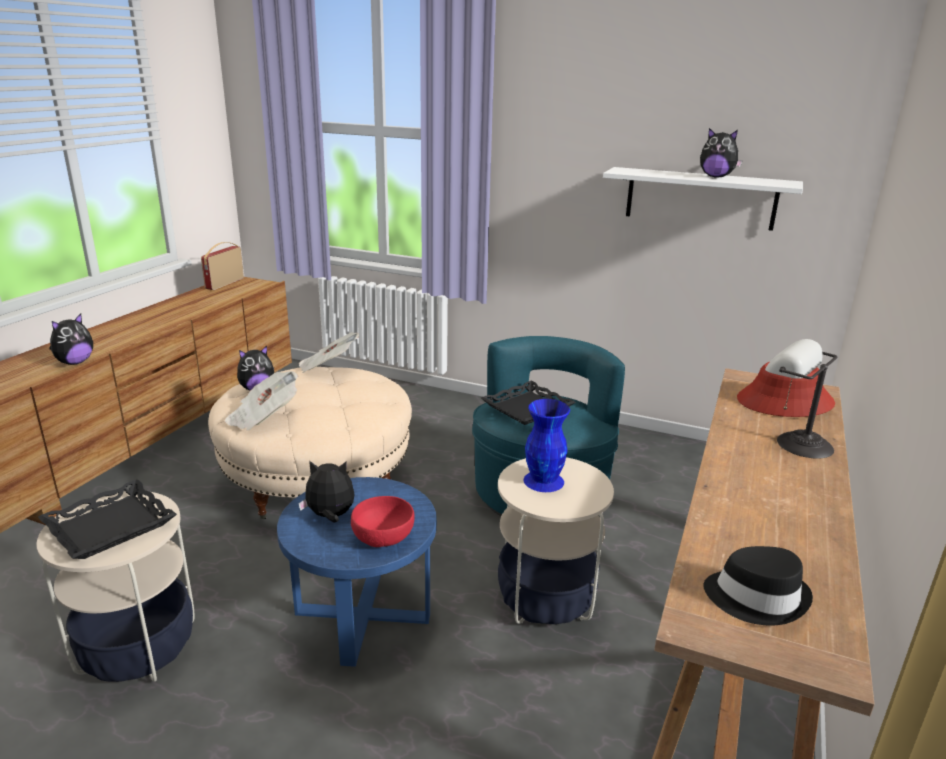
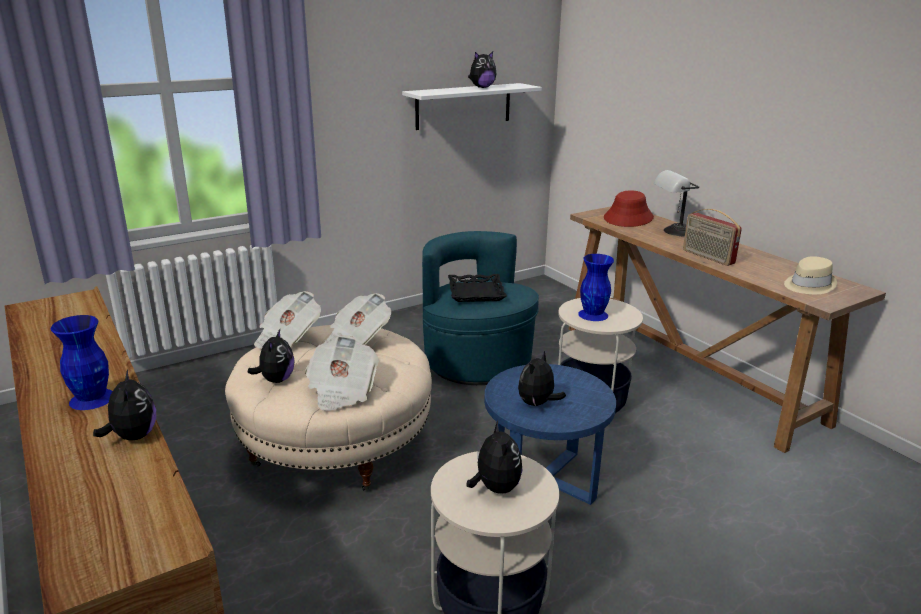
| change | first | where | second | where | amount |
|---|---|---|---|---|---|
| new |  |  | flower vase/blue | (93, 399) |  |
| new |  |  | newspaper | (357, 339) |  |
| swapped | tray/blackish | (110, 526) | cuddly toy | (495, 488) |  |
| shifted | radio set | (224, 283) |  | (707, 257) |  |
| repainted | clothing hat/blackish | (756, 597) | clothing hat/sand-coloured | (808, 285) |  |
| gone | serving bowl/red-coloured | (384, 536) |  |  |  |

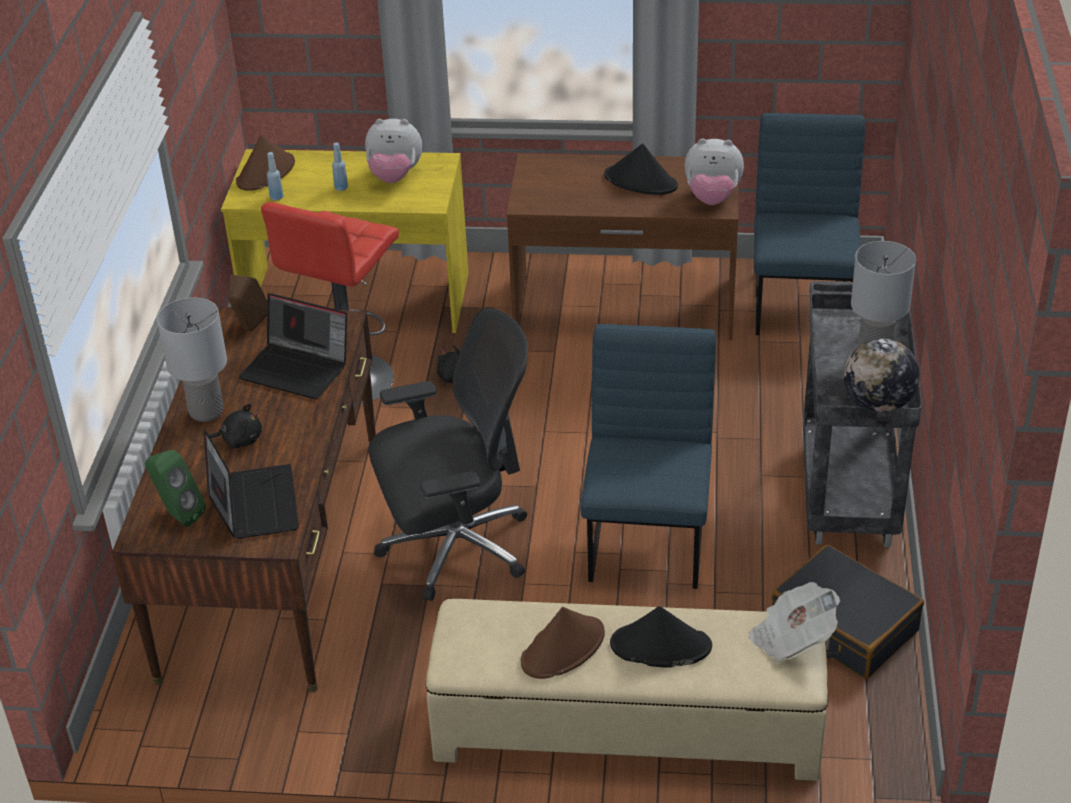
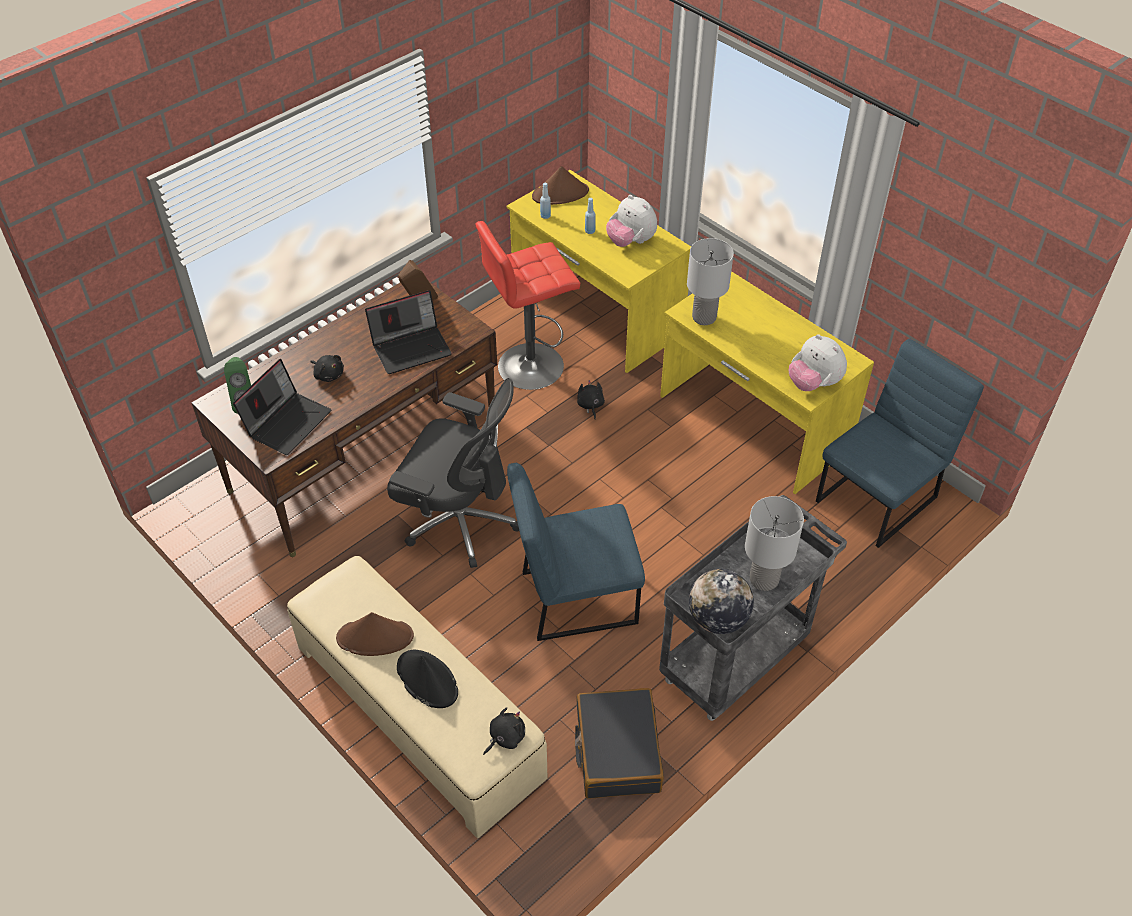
| change | first | where | second | where | amount |
|---|---|---|---|---|---|
| rotated | portable computer | (298, 369) |  | (411, 347) | 90 degrees counterclockwise |
| swapped | newspaper | (792, 638) | cuddly toy/blackish | (505, 737) |  |
| rotated | plain chair/blue | (649, 537) |  | (575, 597) | 150 degrees counterclockwise |
| repainted | desk table/brown-coloured | (624, 307) | desk table/yellow | (753, 422) |  |
| shifted | table lamp/grey | (207, 414) |  | (704, 319) |  |
| gone | clothing hat/blackish | (641, 181) |  |  |  |

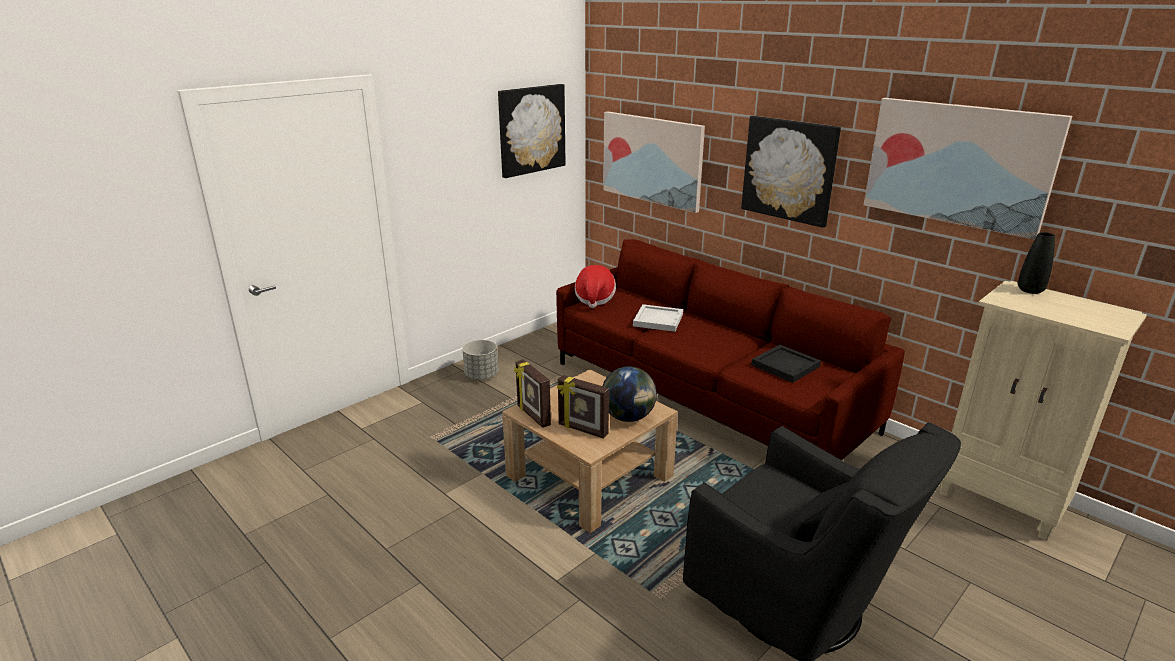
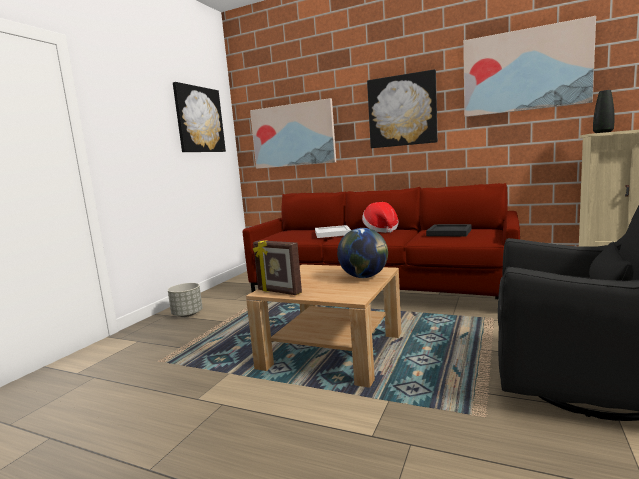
| change | first | where | second | where | amount |
|---|---|---|---|---|---|
| shifted | clothing hat | (594, 299) |  | (381, 230) |  |
| gone | picture frame | (582, 430) |  |  |  |

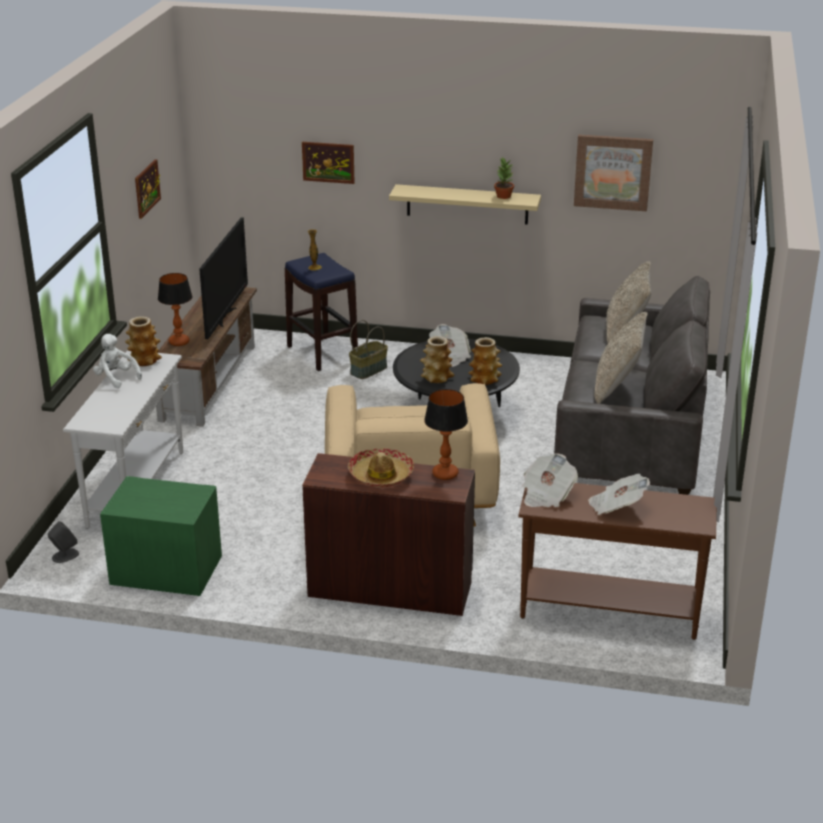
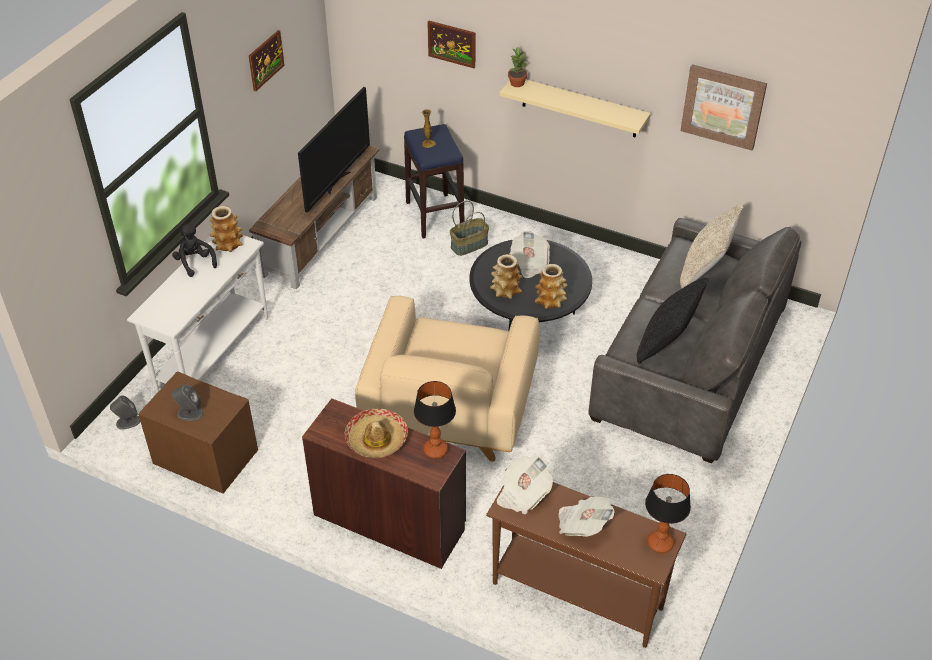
| change | first | where | second | where | amount |
|---|---|---|---|---|---|
| repainted | nightstand/green-coloured | (165, 569) | nightstand/brown-coloured | (205, 456) |  |
| repainted | cuddly toy/white-coloured | (116, 378) | cuddly toy/blackish | (195, 262) |  |
| new |  |  | loudspeaker/grey | (189, 413) |  |
| shifted | potted plant | (503, 196) |  | (517, 83) |  |
| repainted | throw pillow/sand-coloured | (617, 387) | throw pillow/blackish | (666, 344) |  |
| shifted | table lamp | (179, 342) |  | (660, 544) |  |

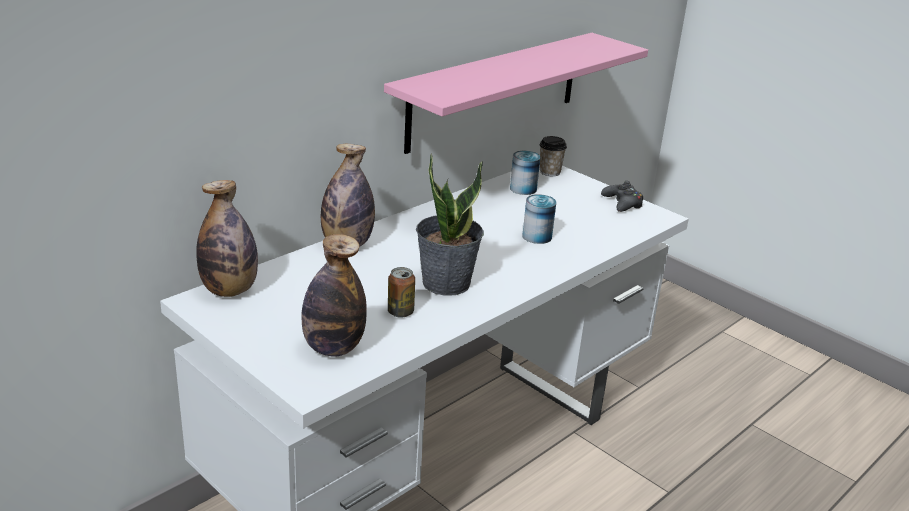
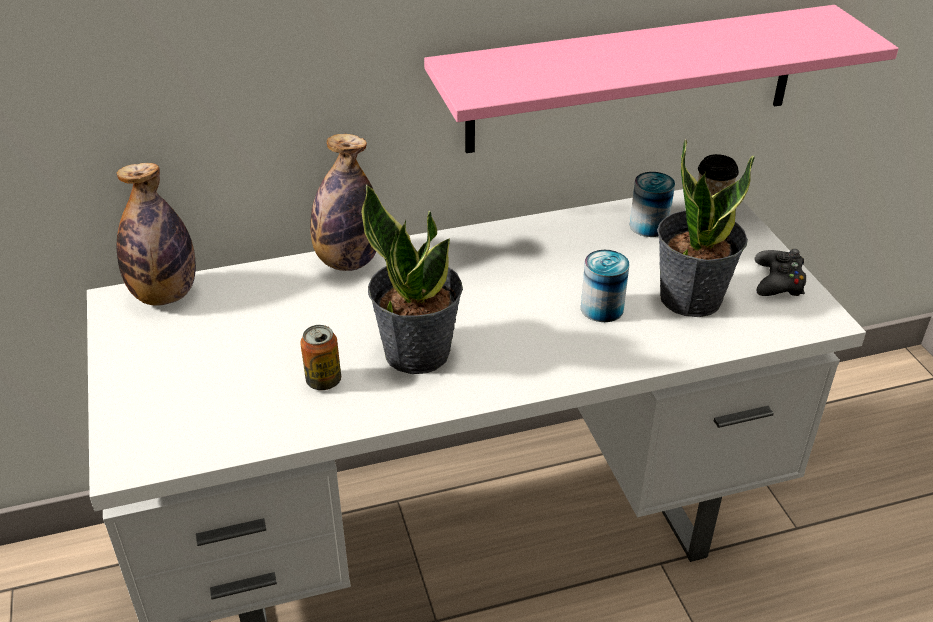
| change | first | where | second | where | amount |
|---|---|---|---|---|---|
| new |  |  | potted plant | (690, 297) |  |
| gone | drink bottle | (333, 348) |  |  |  |

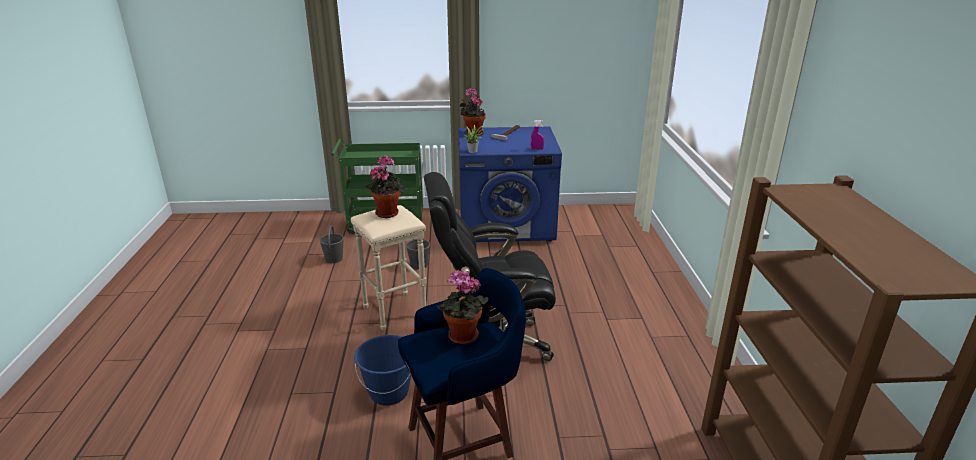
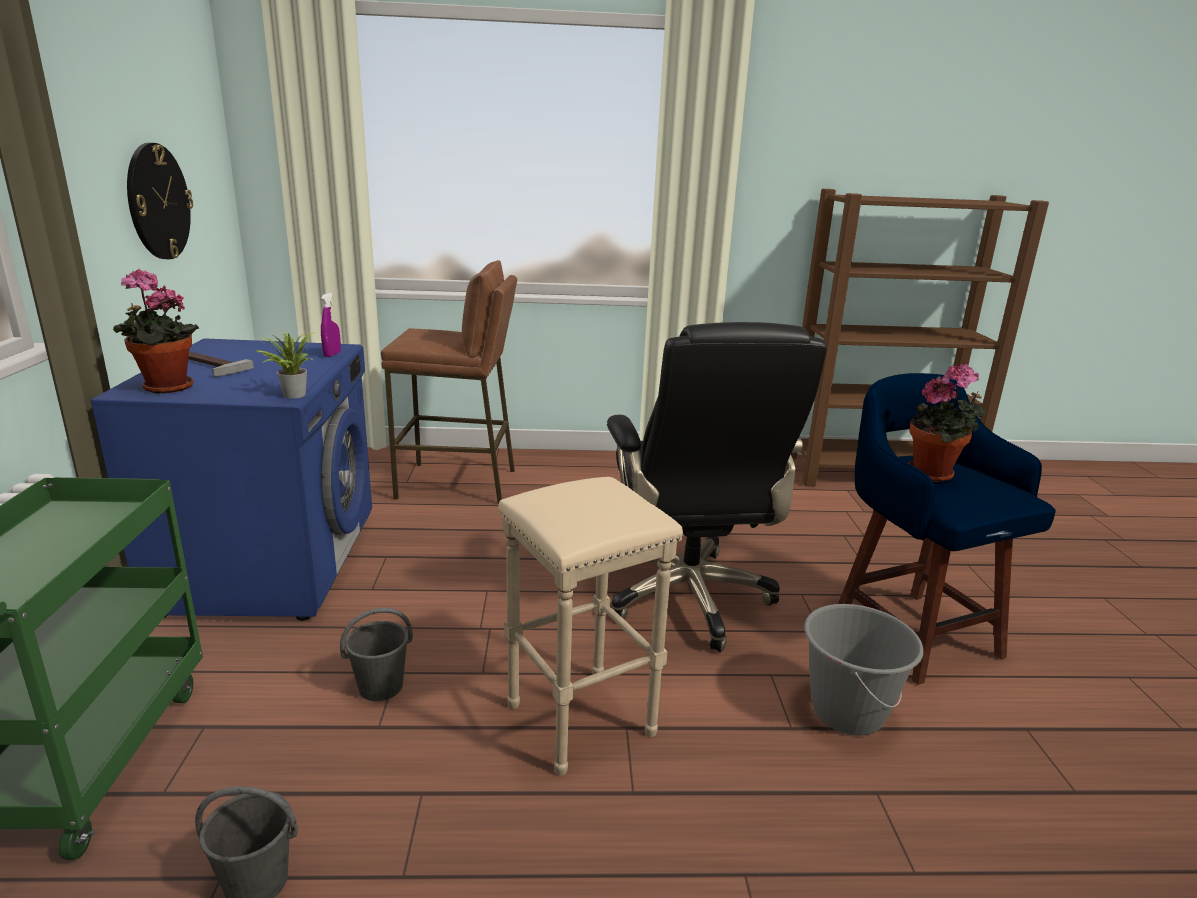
| change | first | where | second | where | amount |
|---|---|---|---|---|---|
| new |  |  | hanging clock | (158, 202) |  |
| new |  |  | stool seat/brown-coloured | (457, 484) |  |
| repainted | water bucket/blue | (389, 393) | water bucket/grey | (846, 712) |  |
| gone | potted plant | (388, 212) |  |  |  |

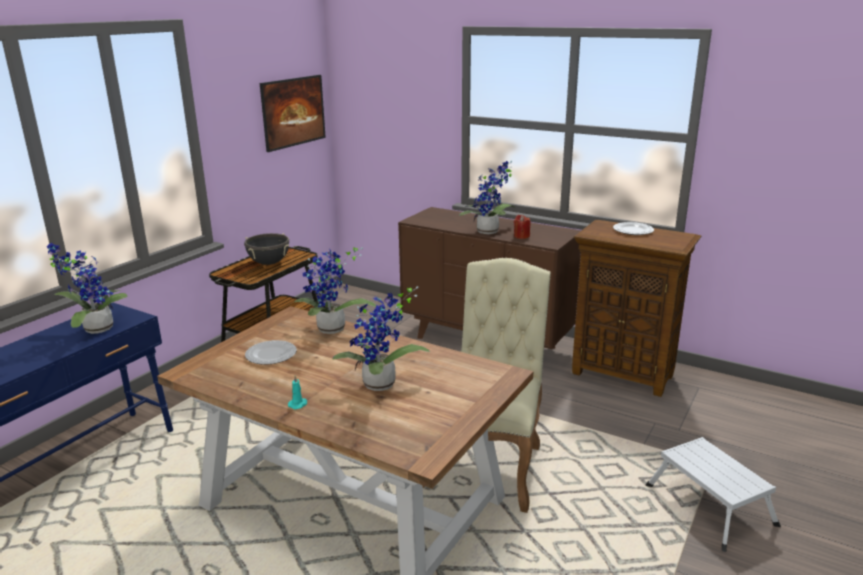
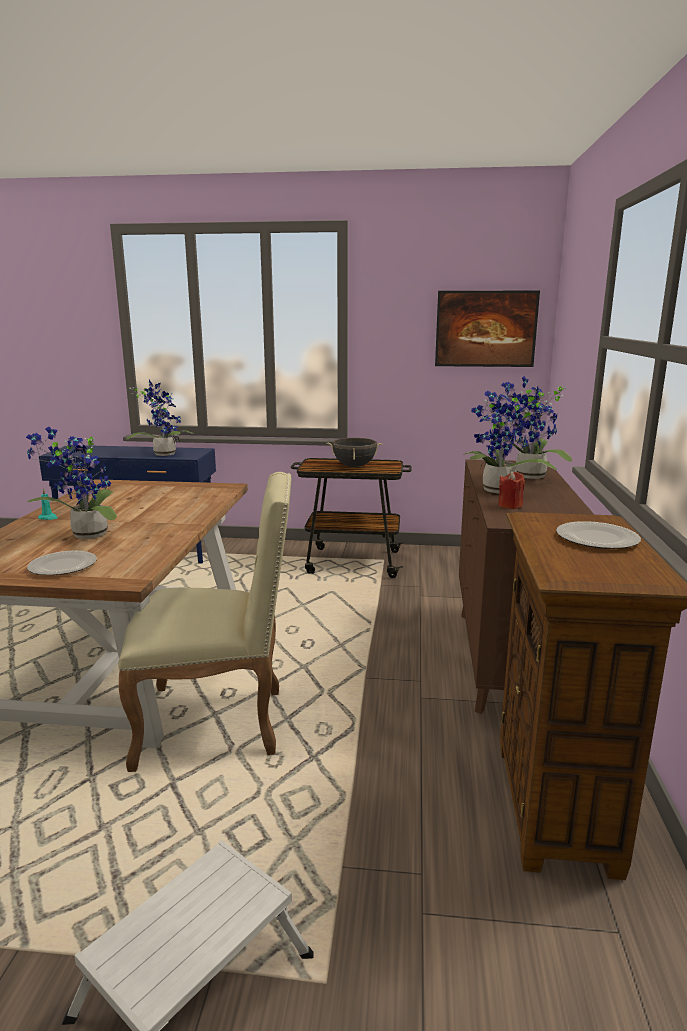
| change | first | where | second | where | amount |
|---|---|---|---|---|---|
| shifted | dinner plate | (270, 355) |  | (62, 566) |  |
| shifted | potted plant | (331, 331) |  | (527, 477) |  |

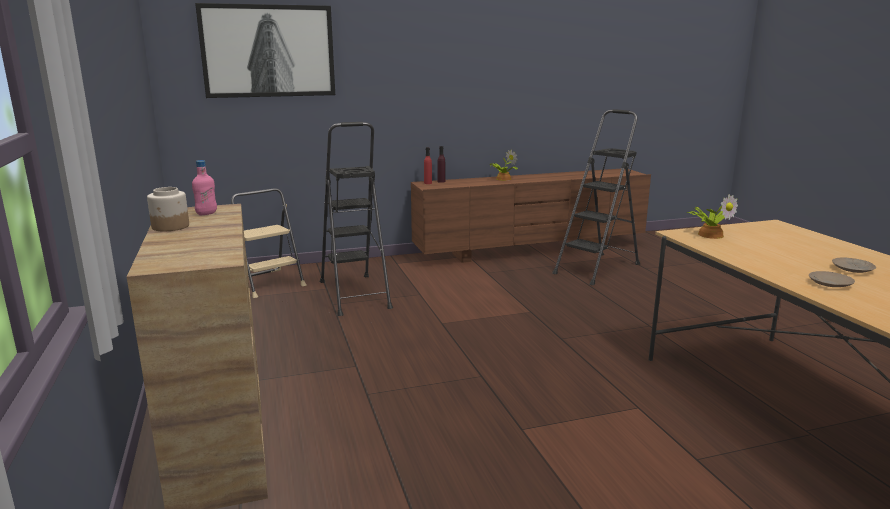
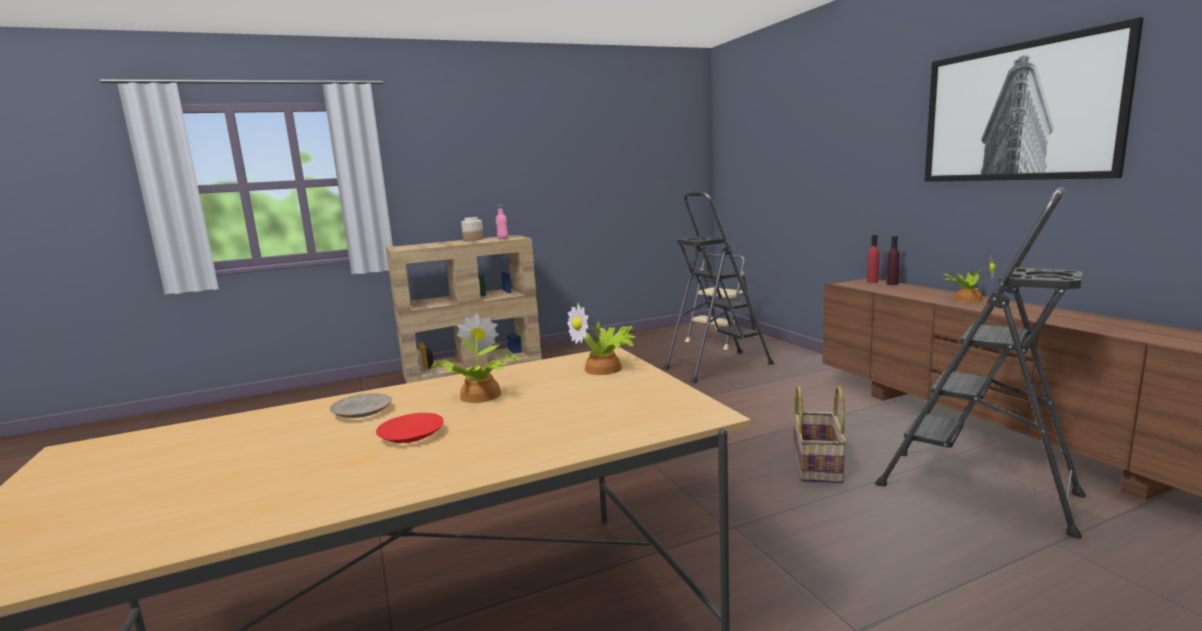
| change | first | where | second | where | amount |
|---|---|---|---|---|---|
| repainted | dinner plate/sand-coloured | (852, 269) | dinner plate/red-coloured | (411, 435) |  |
| new |  |  | potted plant | (478, 396) |  |
| new |  |  | basket | (818, 465) |  |
| shifted | wall picture | (268, 51) |  | (1019, 112) |  |

